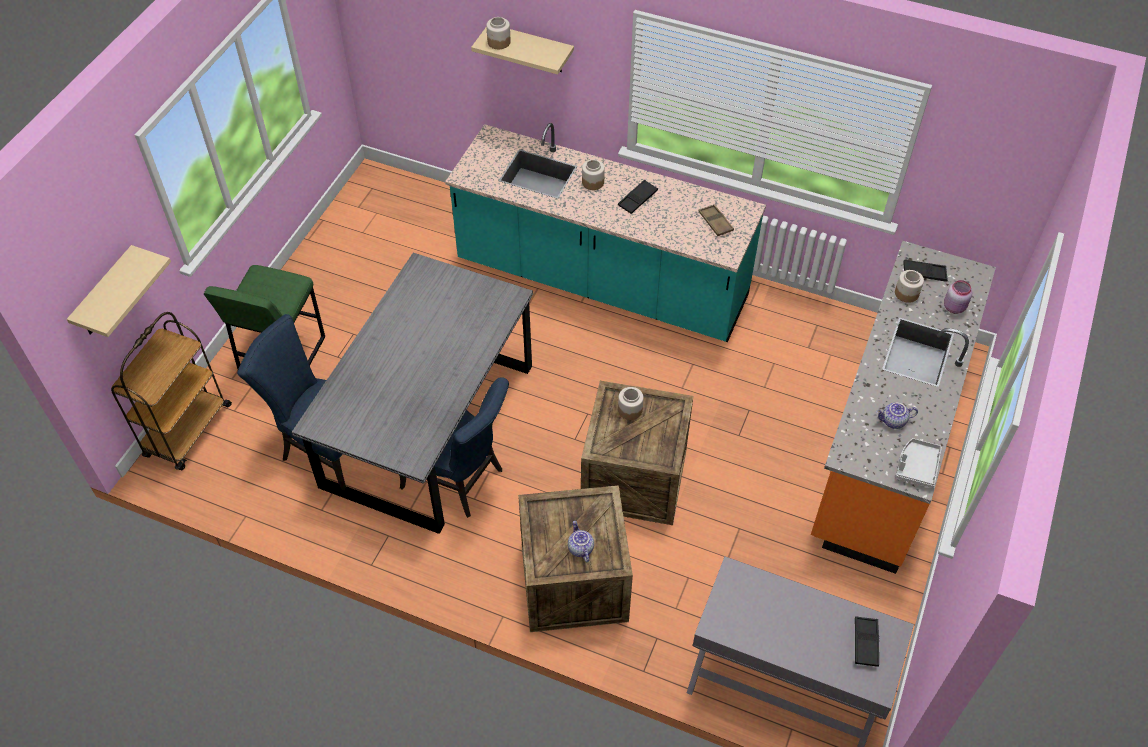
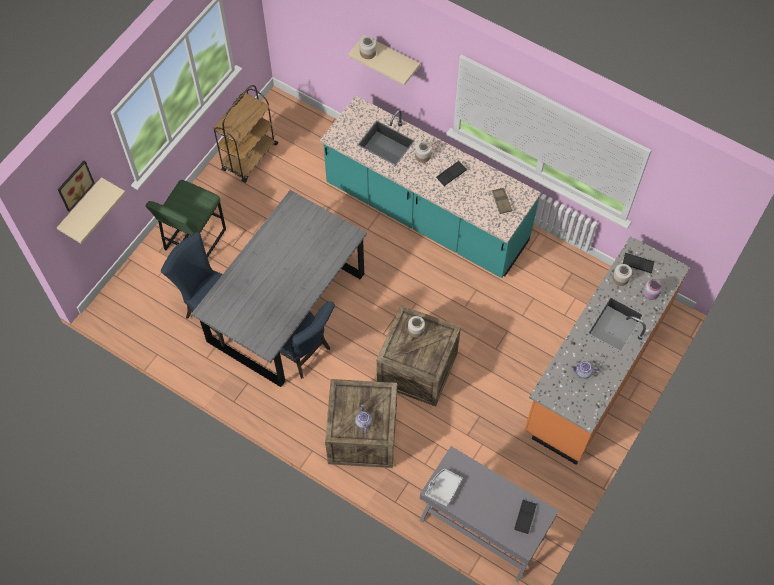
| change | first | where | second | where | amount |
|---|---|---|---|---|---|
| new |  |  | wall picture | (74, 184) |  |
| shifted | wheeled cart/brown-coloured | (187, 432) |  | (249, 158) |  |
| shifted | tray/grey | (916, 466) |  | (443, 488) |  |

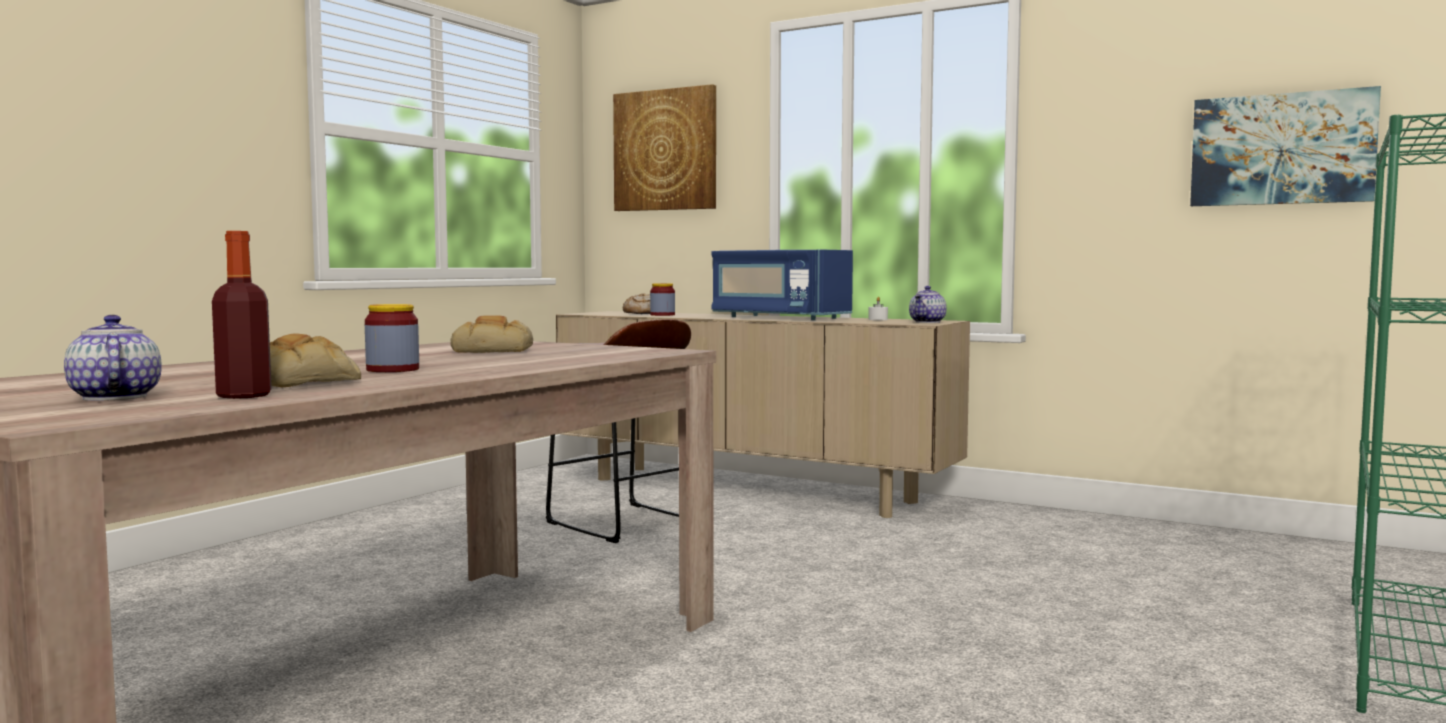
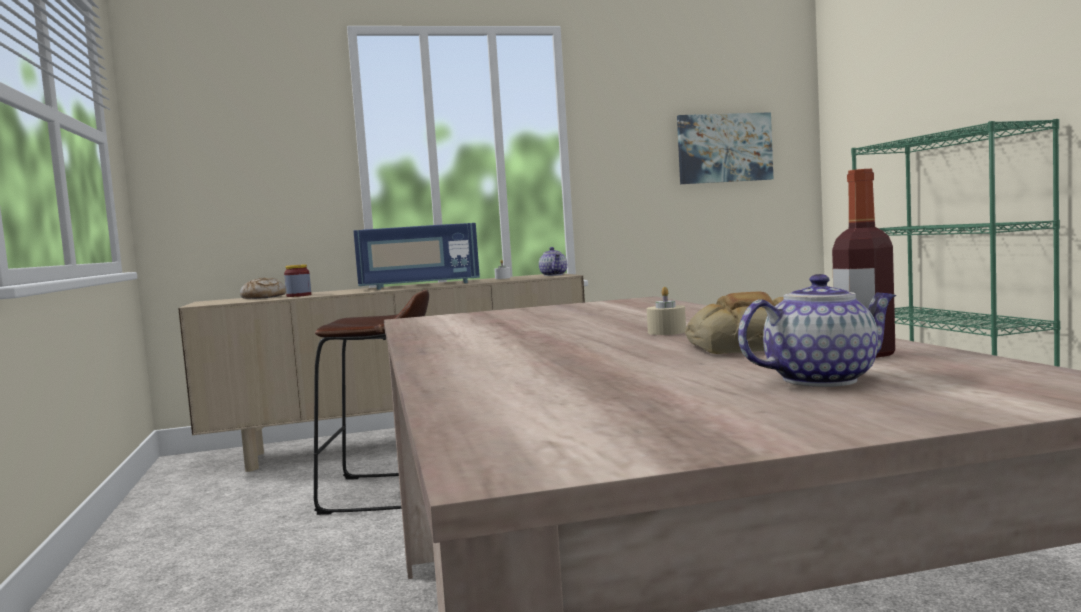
| change | first | where | second | where | amount |
|---|---|---|---|---|---|
| swapped | storage jar | (392, 369) | wax light/sand-coloured | (667, 332) |  |
| rotated | teapot | (112, 397) |  | (820, 379) | 150 degrees clockwise |
| gone | baked bread | (494, 350) |  |  |  |
| gone | wall picture | (665, 150) |  |  |  |

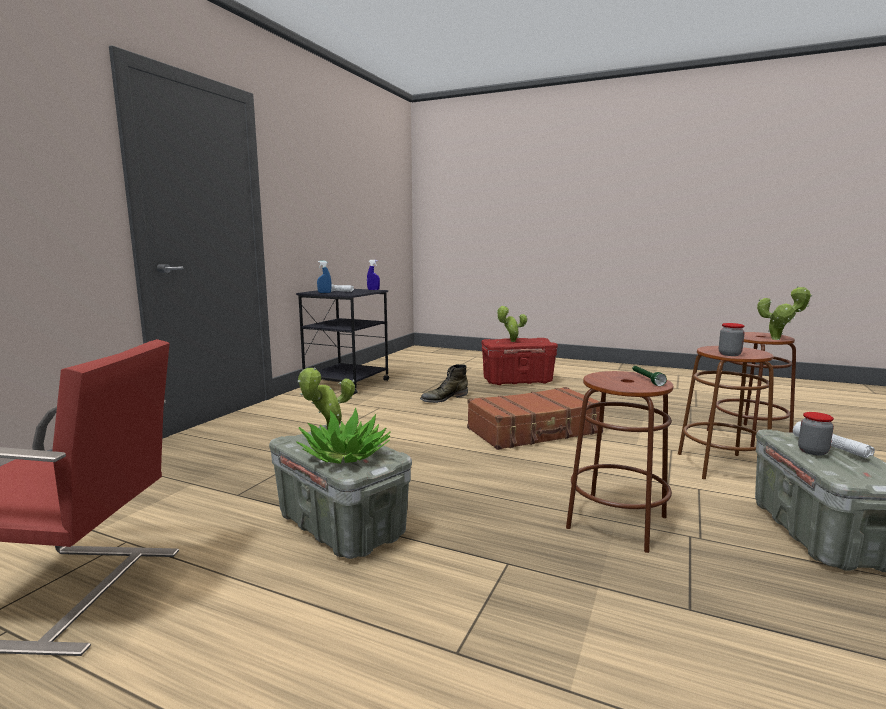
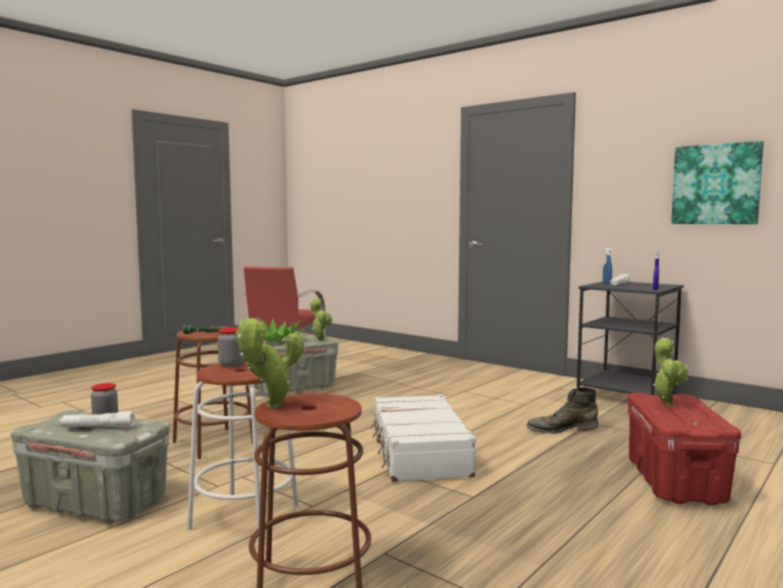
| change | first | where | second | where | amount |
|---|---|---|---|---|---|
| repainted | stool seat/brown-coloured | (721, 466) | stool seat/white-coloured | (245, 517) |  |
| repainted | travel case/brown-coloured | (535, 431) | travel case/white-coloured | (418, 452) |  |
| rotated | boot/green-coloured | (444, 398) |  | (561, 429) | 75 degrees counterclockwise |
| new |  |  | wall picture | (716, 184) |  |

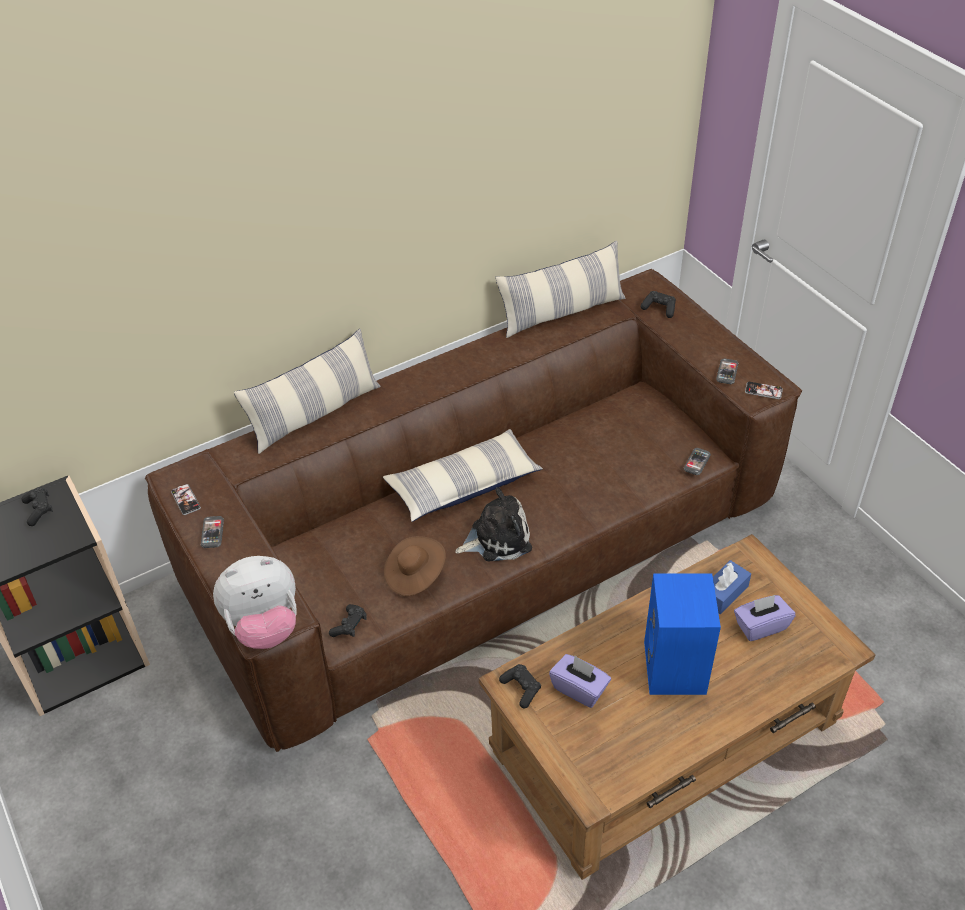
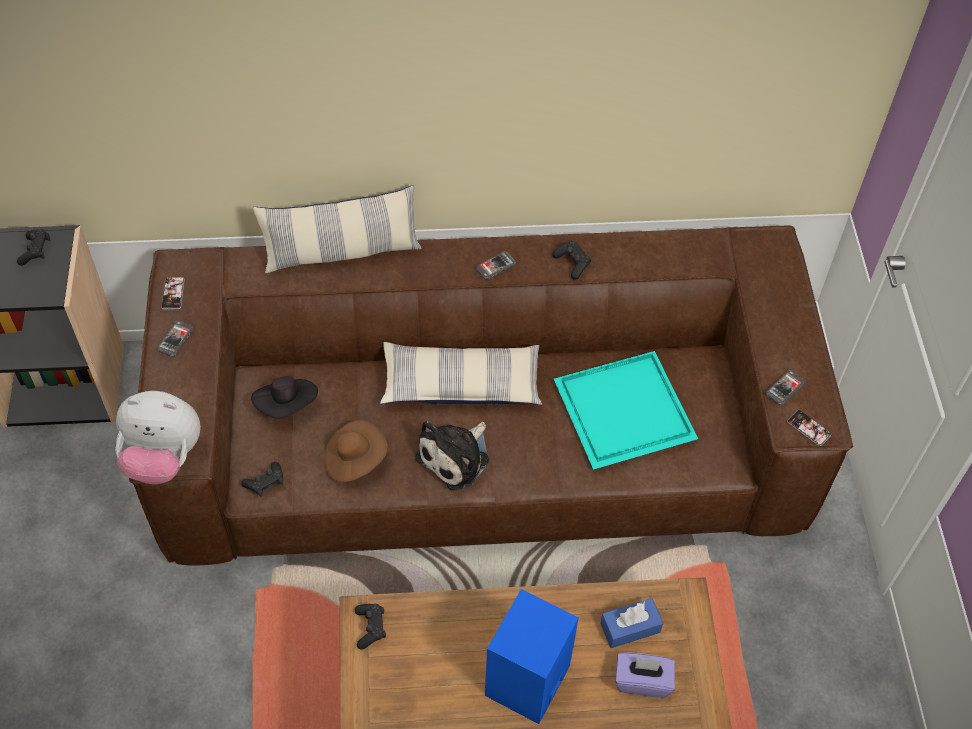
| change | first | where | second | where | amount |
|---|---|---|---|---|---|
| new |  |  | clothing hat/blackish | (287, 405) |  |
| rotated | cuddly toy | (497, 538) |  | (456, 457) | 120 degrees clockwise |
| shifted | telephone | (696, 462) |  | (495, 266) |  |
| shifted | gamepad/blackish | (659, 309) |  | (572, 263) |  |
| new |  |  | tray/turquoise | (621, 410) |  |
| gone | throw pillow | (562, 313) |  |  |  |
| gone | box of tissues/purple | (579, 689) |  |  |  |

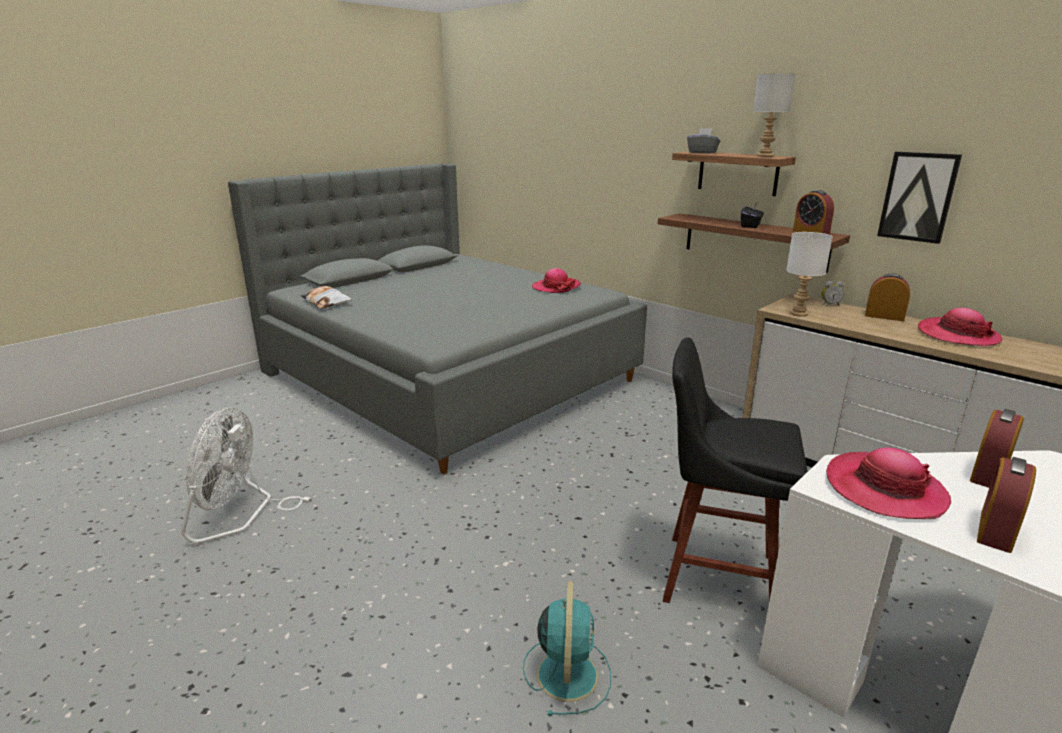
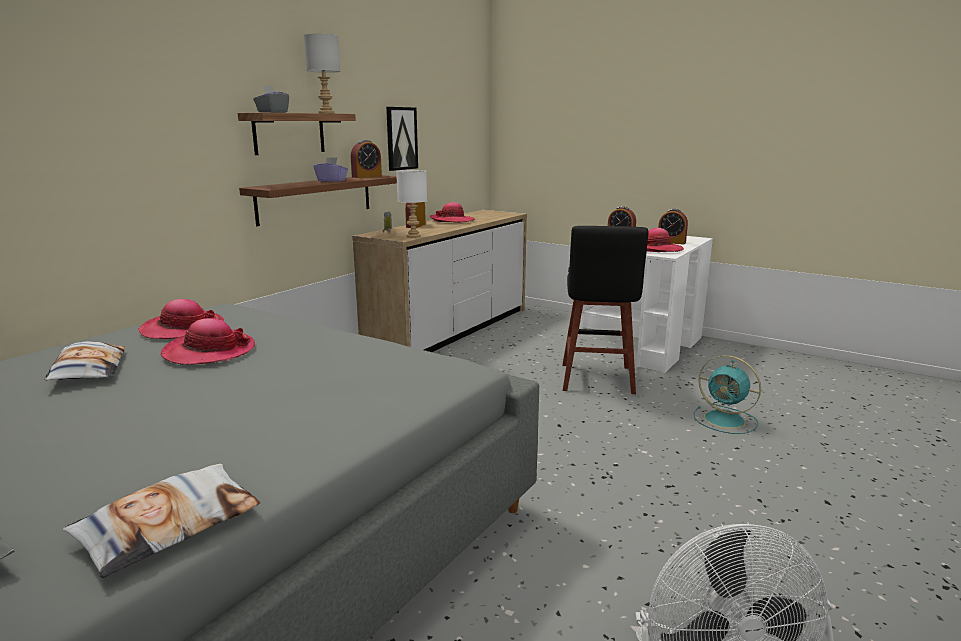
| change | first | where | second | where | amount |
|---|---|---|---|---|---|
| new |  |  | throw pillow | (88, 370) |  |
| new |  |  | clothing hat | (209, 351) |  |
| repainted | box of tissues/blackish | (750, 226) | box of tissues/purple | (331, 180) |  |
| rotated | fan/turquoise | (567, 672) |  | (726, 420) | 135 degrees counterclockwise |

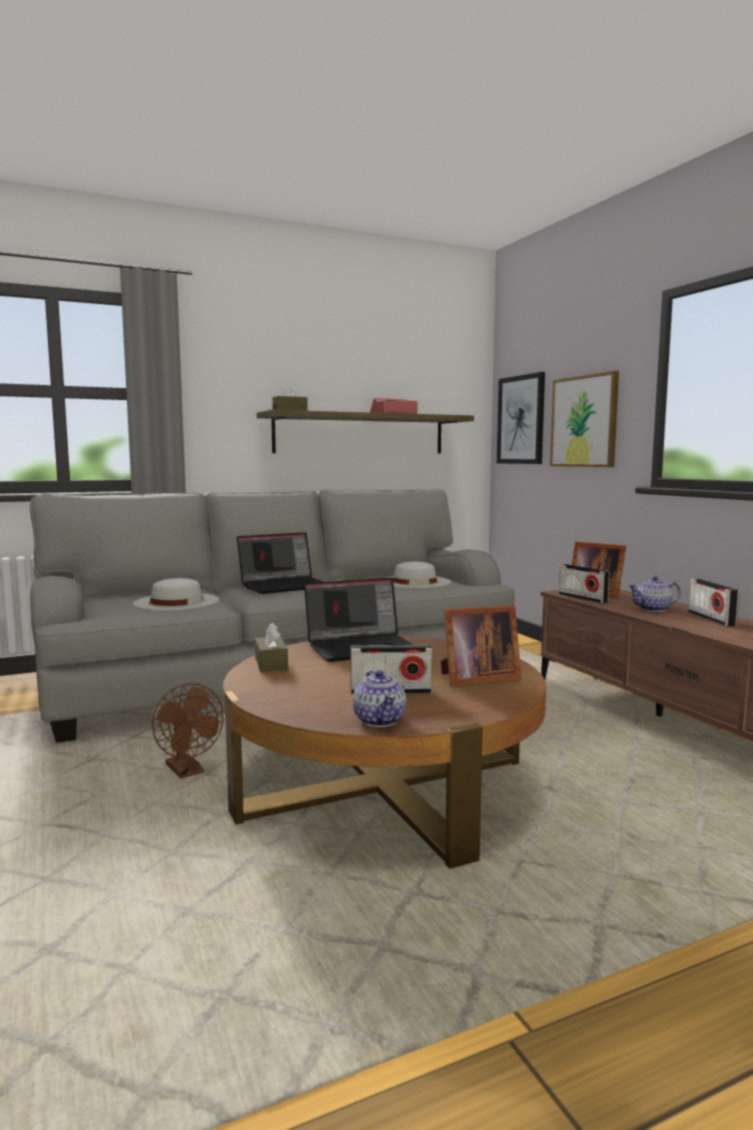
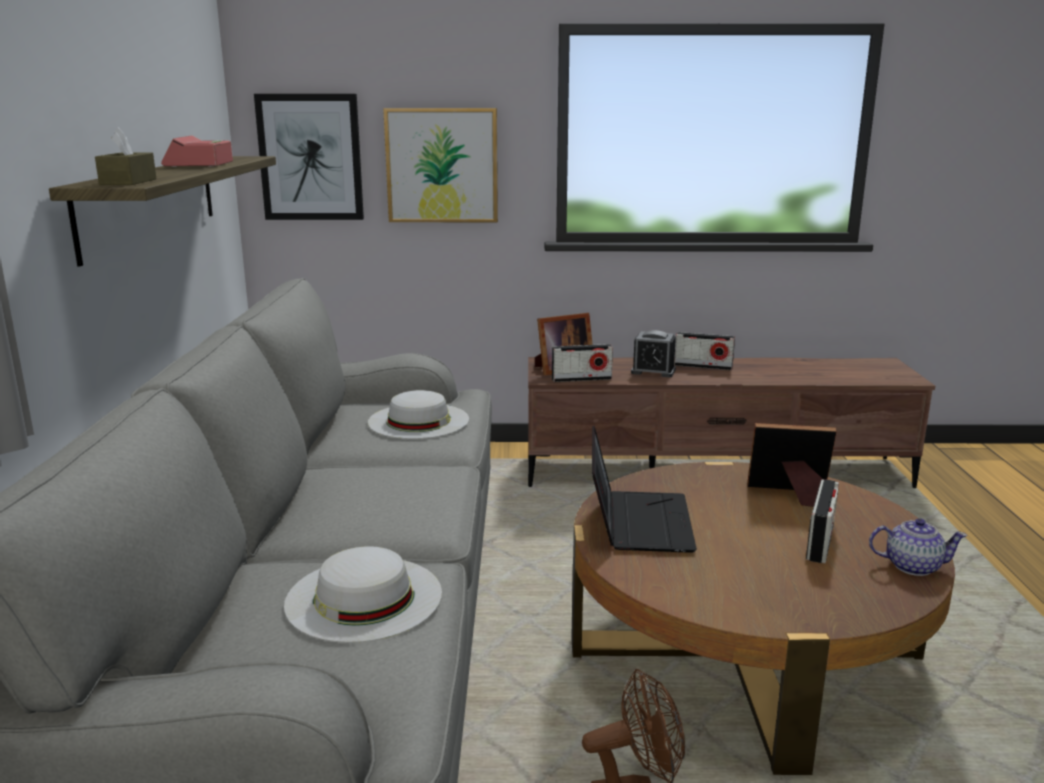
| change | first | where | second | where | amount |
|---|---|---|---|---|---|
| swapped | teapot | (653, 609) | alarm clock | (653, 371) |  |
| rotated | picture frame | (476, 679) |  | (791, 495) | 90 degrees counterclockwise |
| gone | portable computer | (285, 586) |  |  |  |
| gone | box of tissues/brown-coloured | (271, 664) |  |  |  |

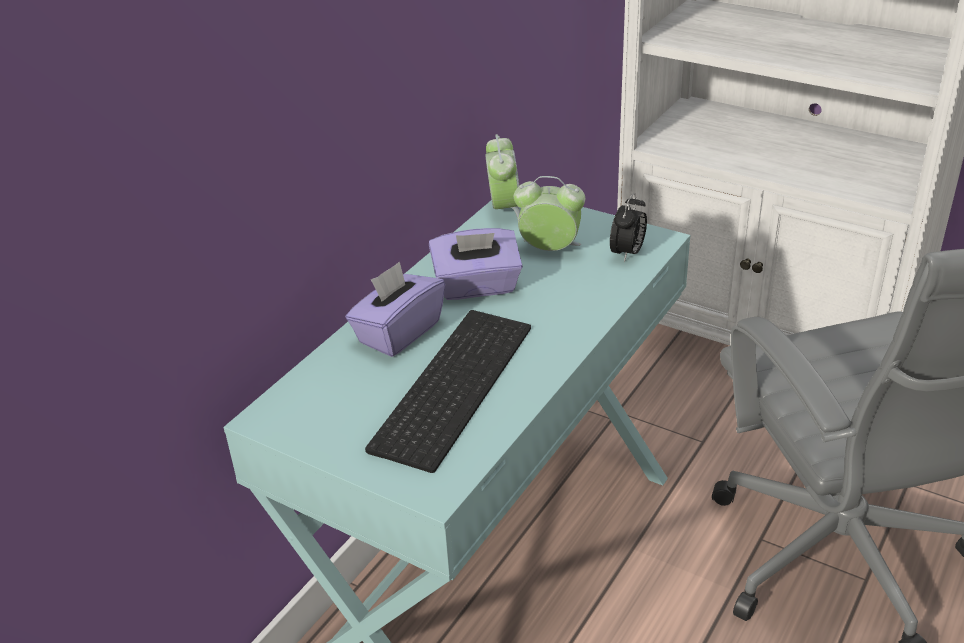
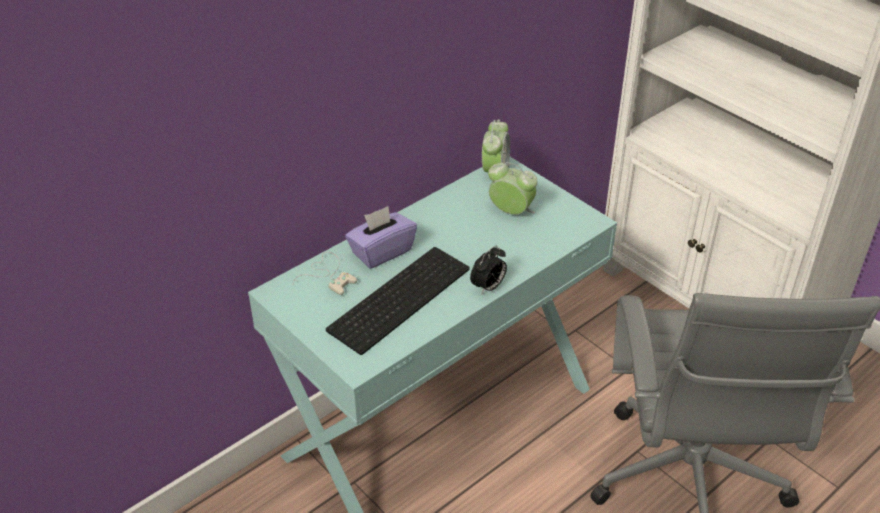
| change | first | where | second | where | amount |
|---|---|---|---|---|---|
| new |  |  | gamepad/white-coloured | (328, 275) |  |
| shifted | alarm clock | (627, 253) |  | (488, 287) |  |
| gone | box of tissues/purple | (477, 287) |  |  |  |

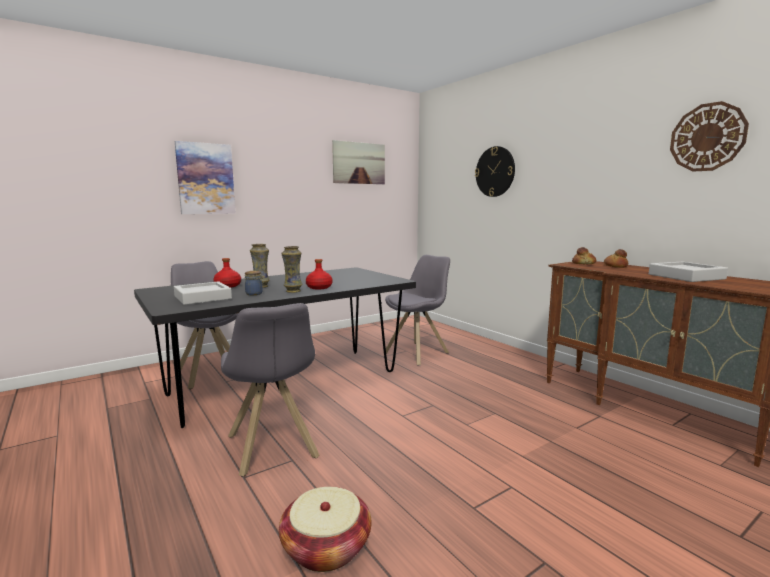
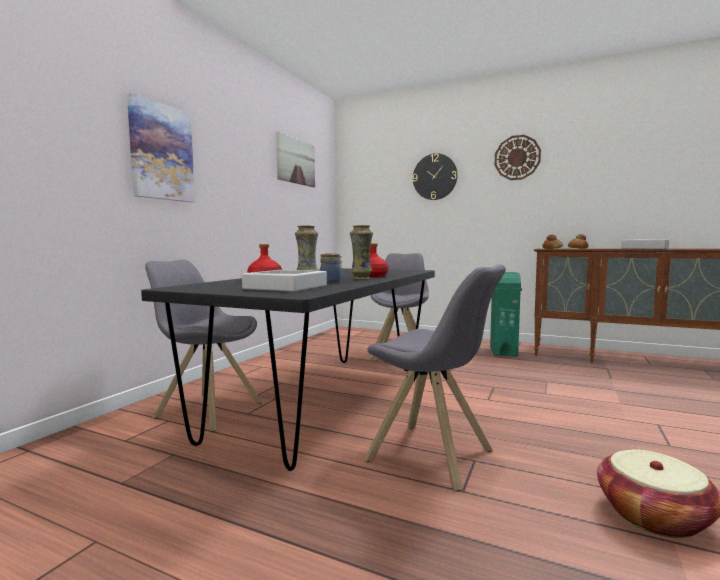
| change | first | where | second | where | amount |
|---|---|---|---|---|---|
| new |  |  | trash can/green-coloured | (503, 351) |  |
| shifted | hanging clock | (707, 137) |  | (517, 157) |  |

